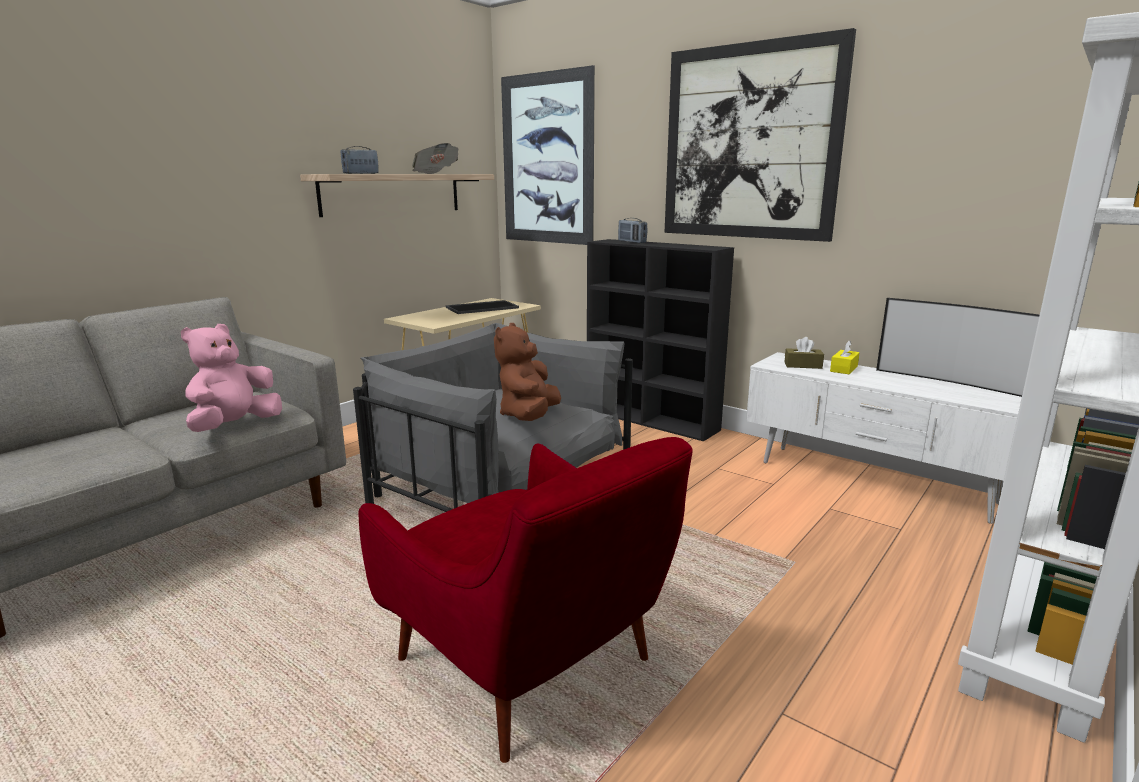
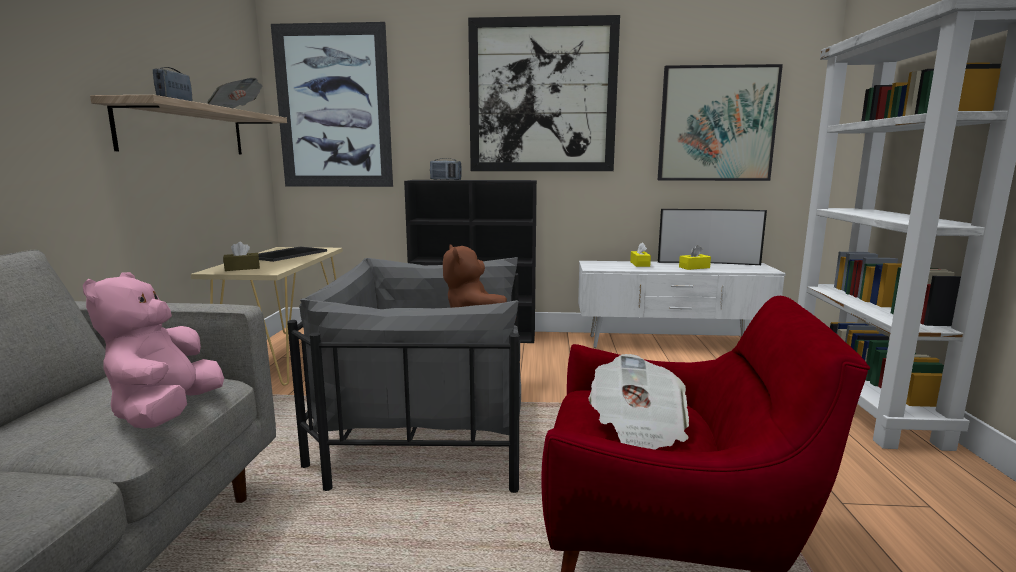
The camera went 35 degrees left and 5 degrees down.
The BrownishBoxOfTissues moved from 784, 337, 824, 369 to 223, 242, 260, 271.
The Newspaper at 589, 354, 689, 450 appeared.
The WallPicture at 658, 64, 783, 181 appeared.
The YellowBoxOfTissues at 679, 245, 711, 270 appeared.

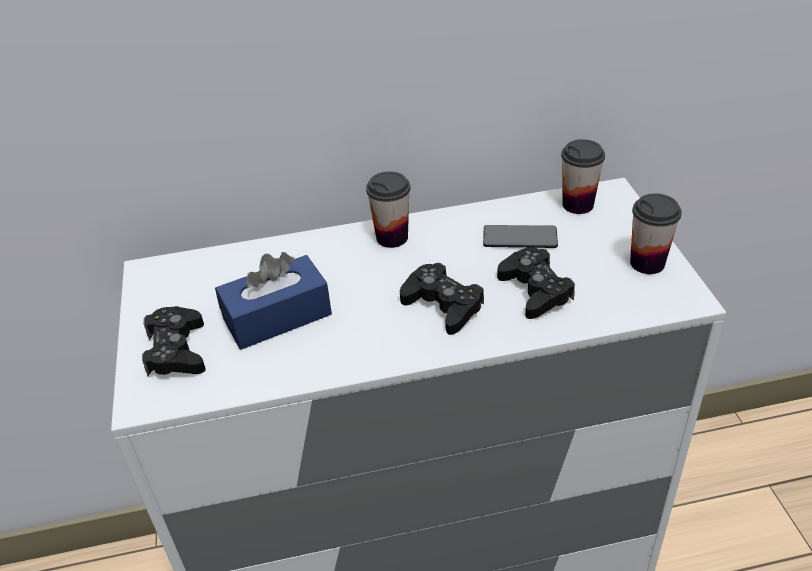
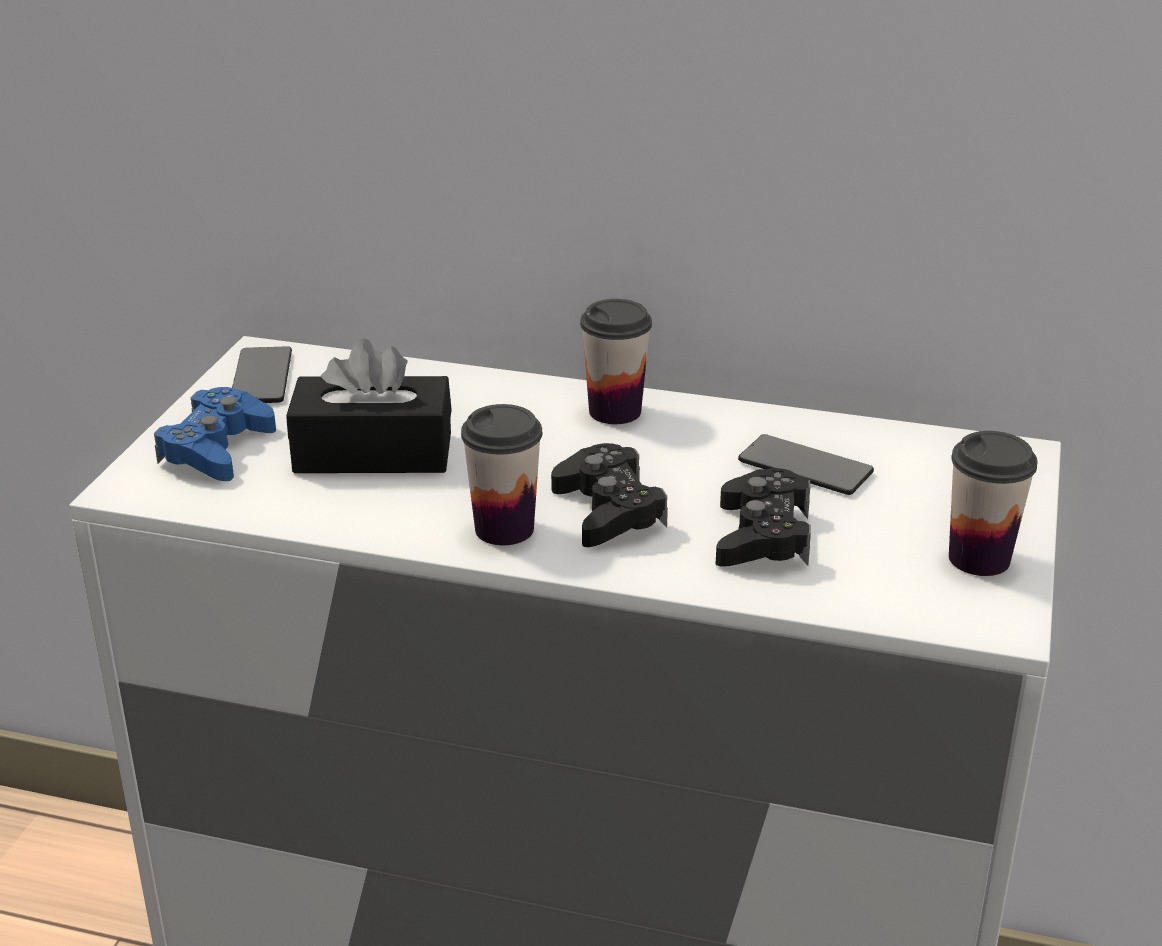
The camera went 25 degrees right and 10 degrees down.
The BlackColouredGameController at 142, 306, 206, 376 became the BlueColouredGameController at 154, 387, 276, 481.
The Phone at 232, 346, 292, 403 appeared.
The BlueColouredBoxOfTissues at 215, 252, 332, 350 became the BlackColouredBoxOfTissues at 286, 339, 452, 473.
The SmallCup moved from 561, 139, 605, 214 to 461, 404, 542, 546.

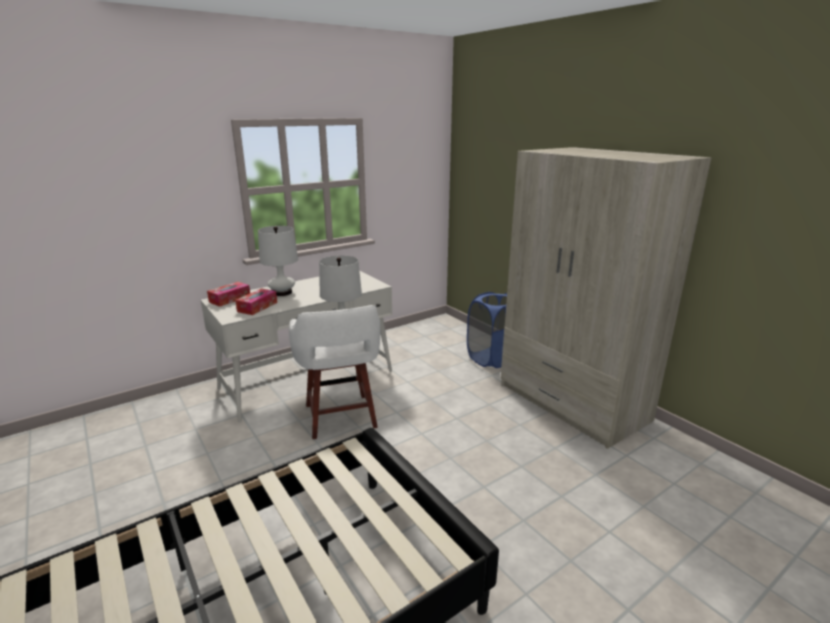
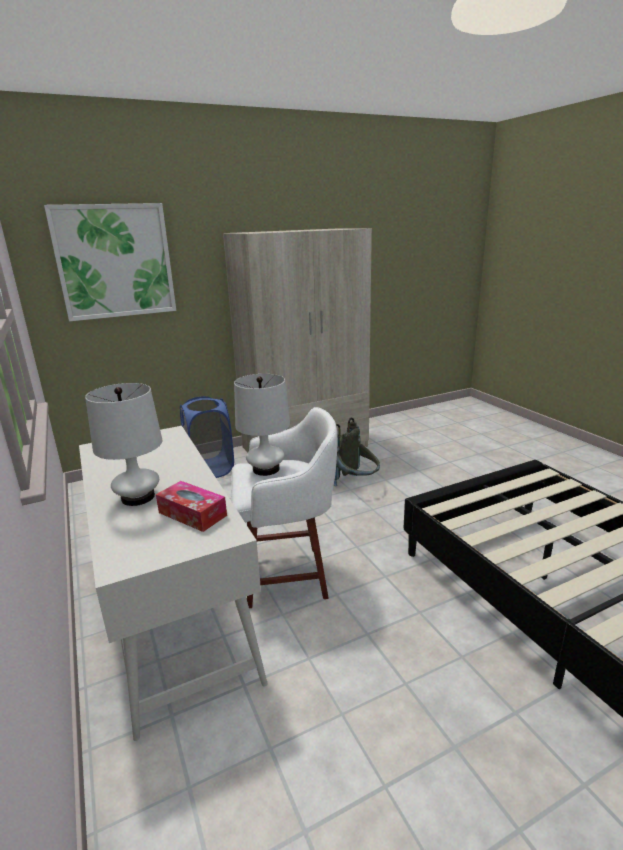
The camera went 80 degrees left and 0 degrees up.
The WallPicture at 44, 203, 176, 322 appeared.
The GreyishBackpack at 334, 418, 380, 486 appeared.
The BoxOfTissues at 207, 282, 250, 307 disappeared.

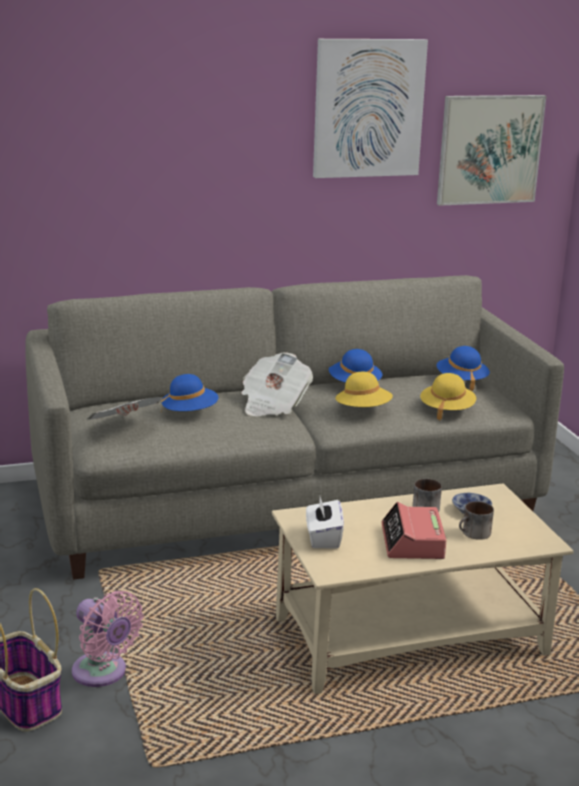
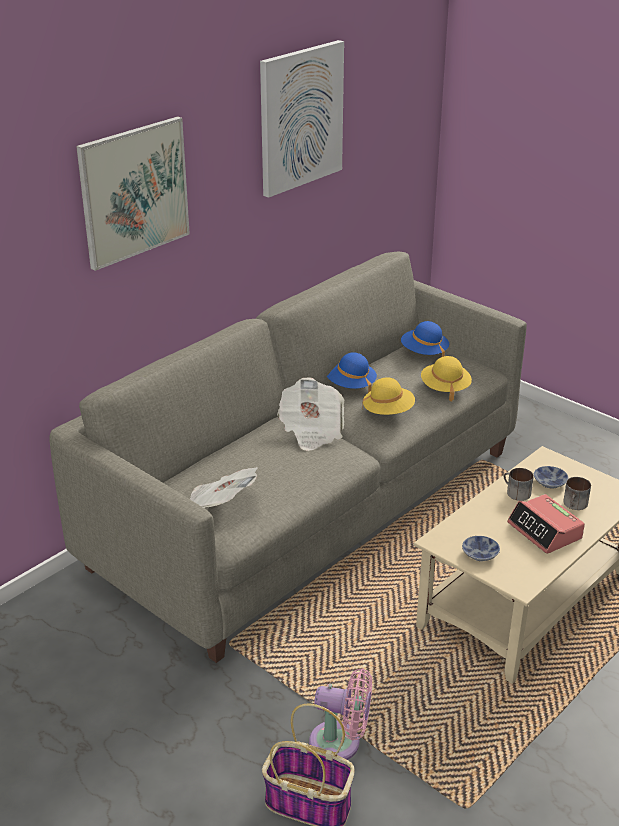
The camera went 30 degrees left and 10 degrees up.
The WallPicture moved from 437, 95, 546, 206 to 76, 116, 190, 271.
The WhiteBoxOfTissues at 306, 497, 344, 548 was replaced by the Bowl at 462, 536, 500, 561.
The BlueColouredWearableHat at 161, 374, 218, 411 disappeared.

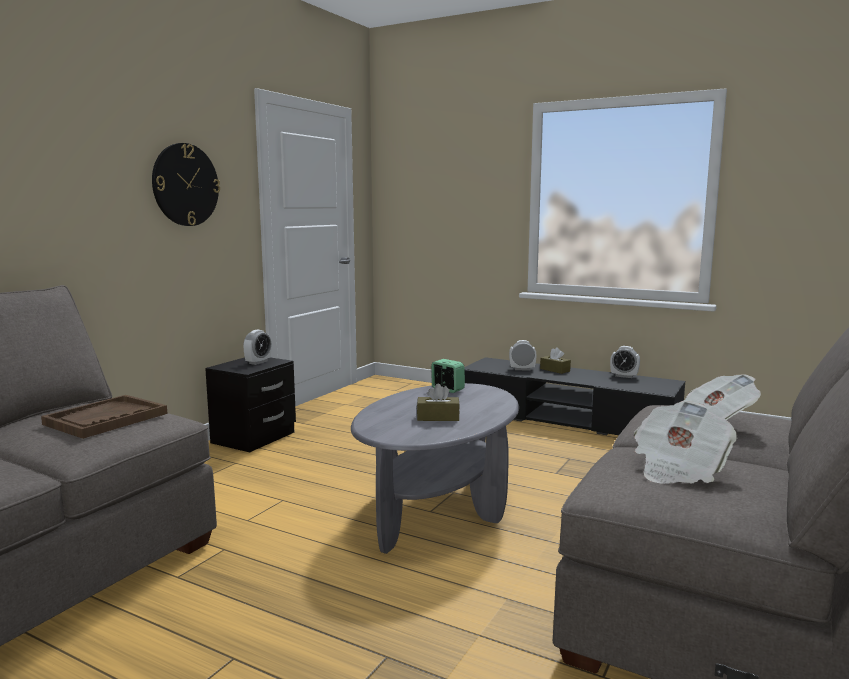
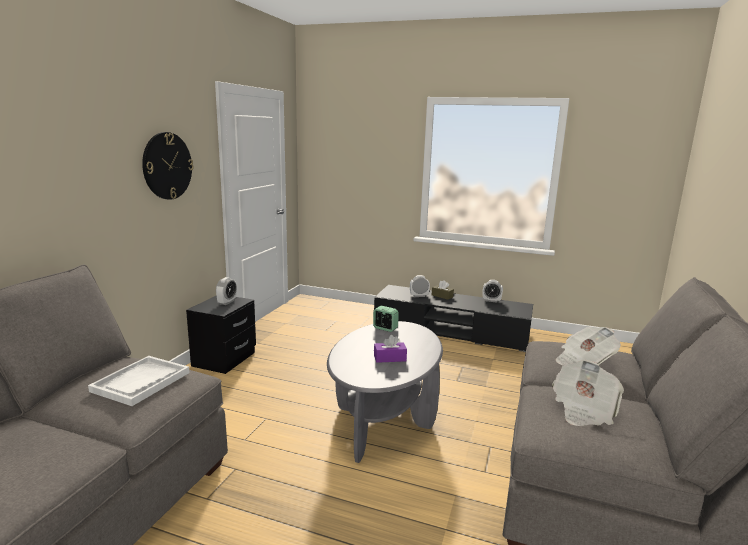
The camera went 10 degrees left and 5 degrees up.
The BrownishCarryingTray at 41, 395, 167, 439 became the WhiteCarryingTray at 88, 356, 190, 406.
The BrownishBoxOfTissues at 417, 383, 460, 421 became the PurpleBoxOfTissues at 374, 335, 407, 363.

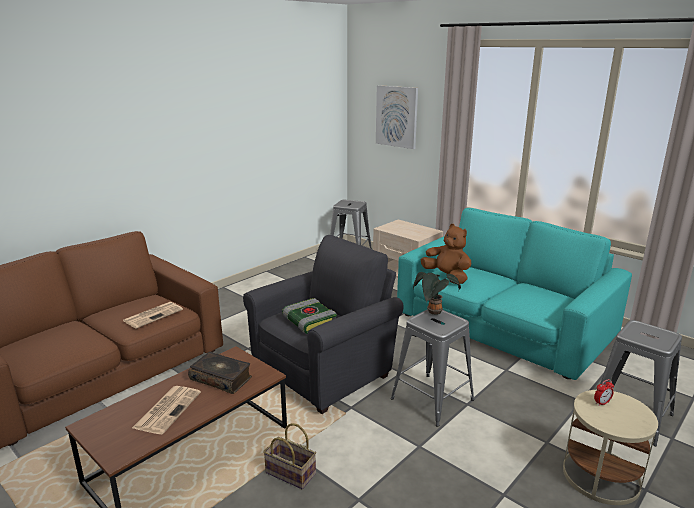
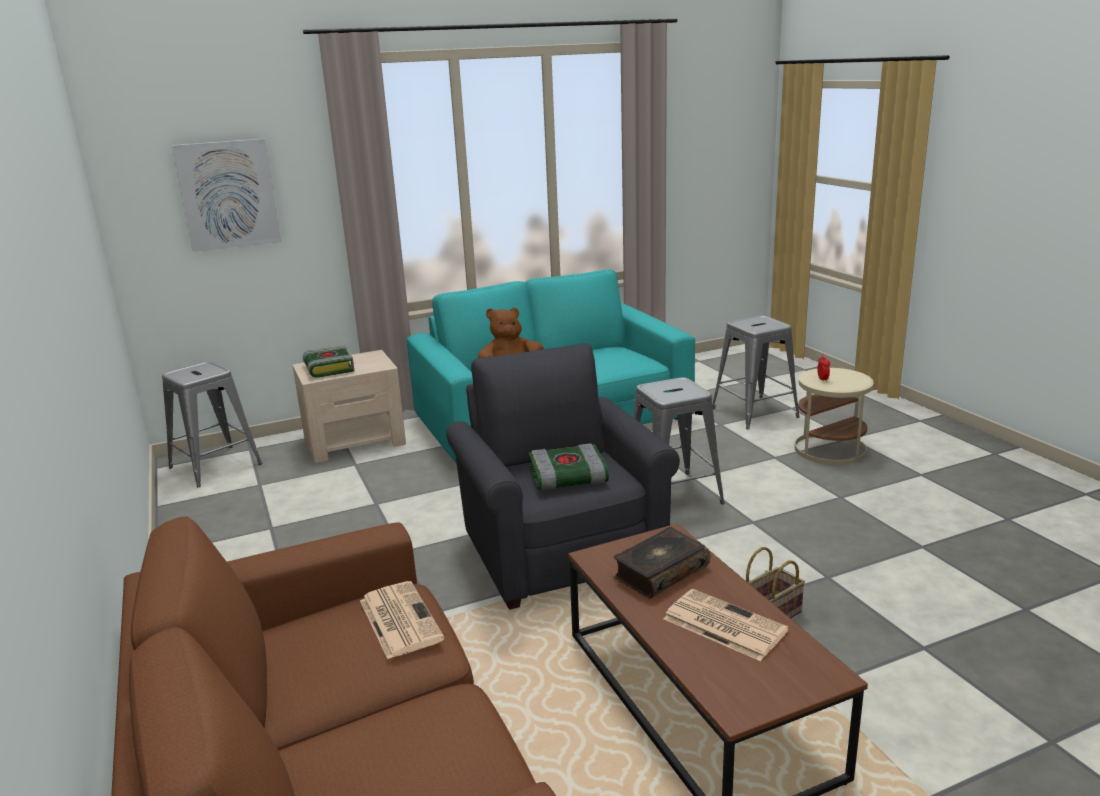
The camera went 65 degrees left and 0 degrees up.
The Volume at 303, 345, 354, 378 appeared.
The Houseplant at 413, 272, 461, 315 disappeared.

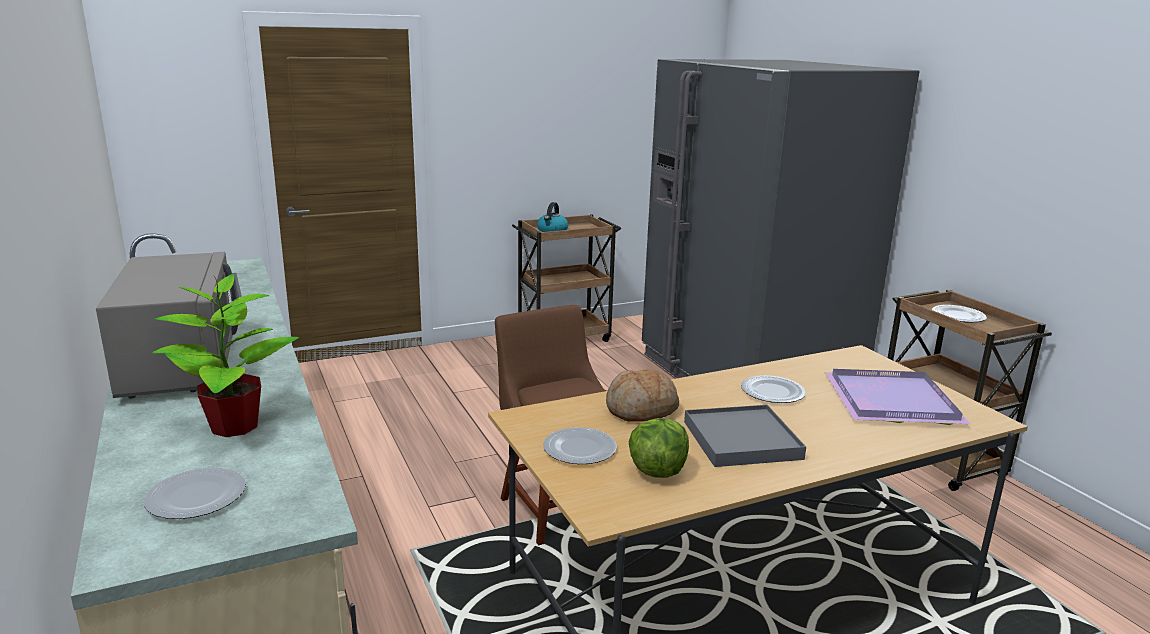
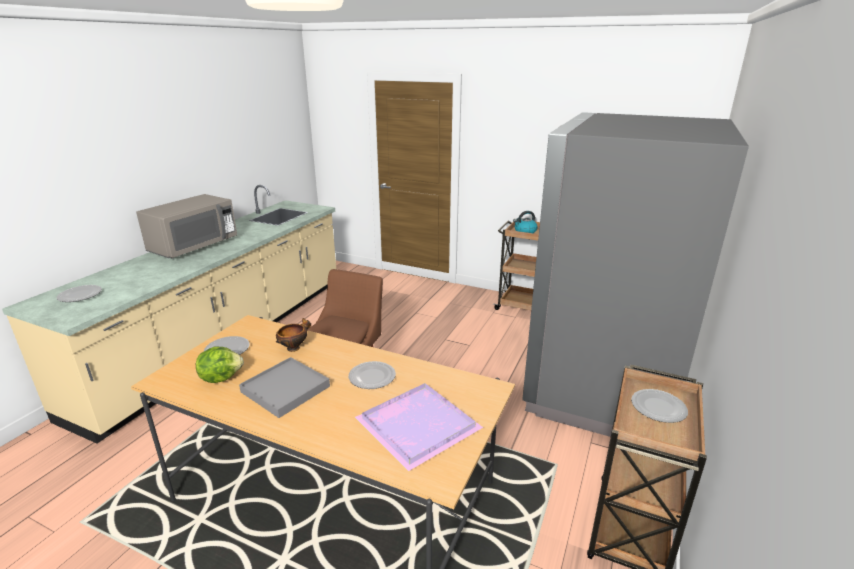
The camera went 50 degrees right and 5 degrees up.
The Bread at 606, 369, 679, 422 was replaced by the Bowl at 276, 318, 311, 352.
The Houseplant at 152, 274, 299, 437 disappeared.

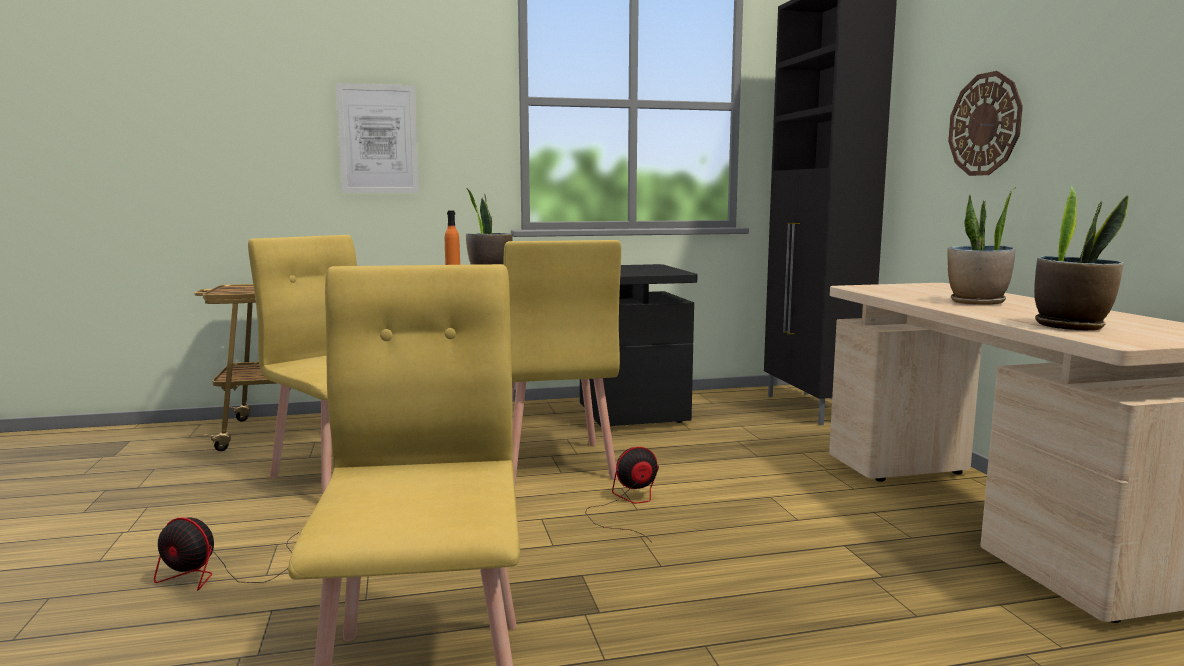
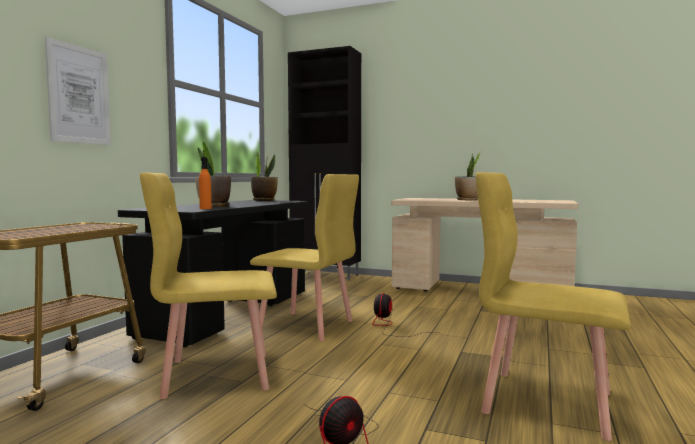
The camera went 55 degrees left and 5 degrees down.
The Houseplant moved from 1034, 186, 1129, 331 to 251, 152, 278, 201.
The HangingClock at 948, 71, 1023, 176 disappeared.

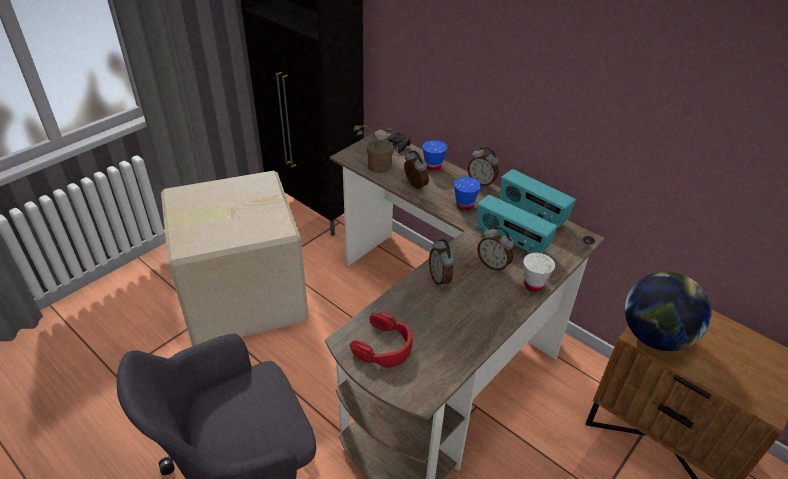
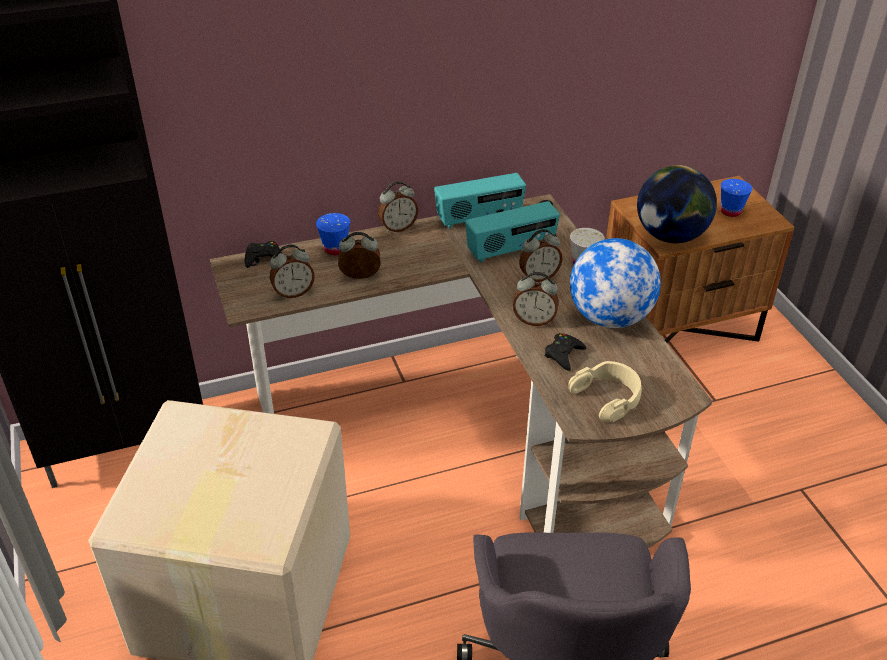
The camera went 60 degrees left and 0 degrees up.
The Houseplant at 354, 125, 394, 173 was replaced by the AlarmClock at 270, 245, 315, 298.
The BlackColouredGameController at 544, 333, 586, 371 appeared.
The RedHeadset at 350, 312, 413, 368 became the SandColouredHeadset at 568, 361, 642, 423.
The Globe at 570, 238, 661, 328 appeared.
The BlueColouredSmallCup moved from 454, 177, 481, 210 to 721, 179, 752, 217.

